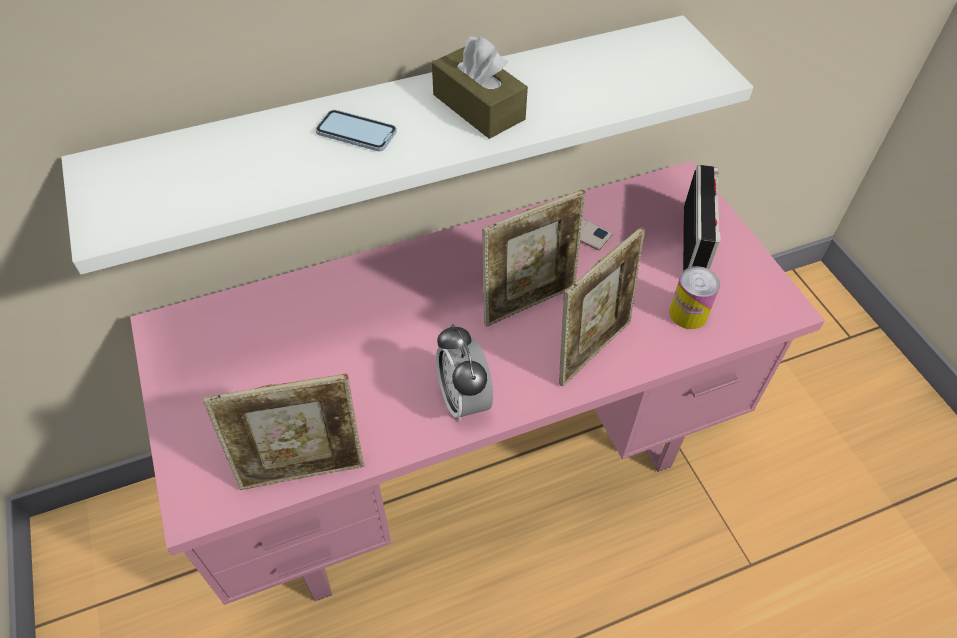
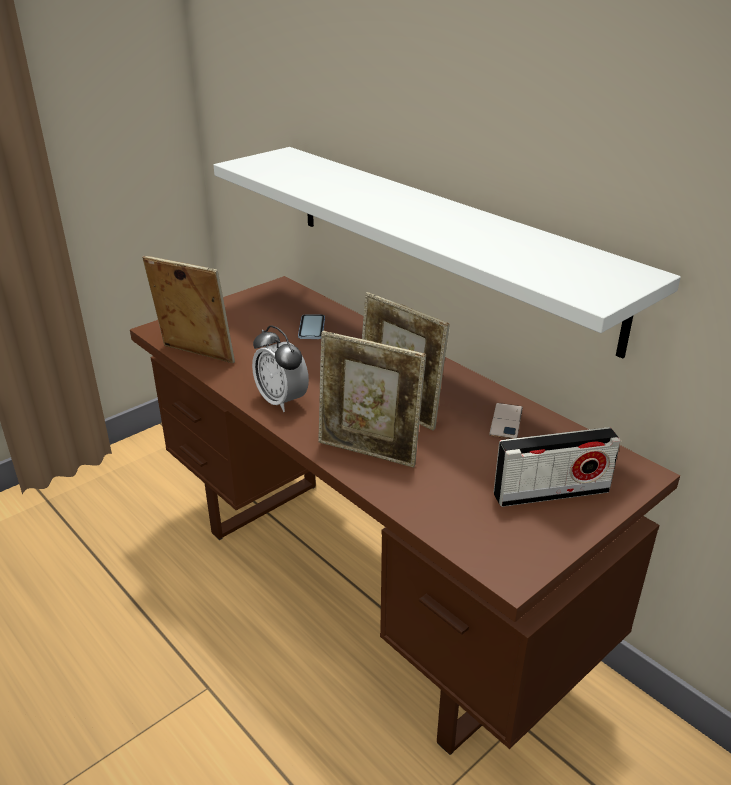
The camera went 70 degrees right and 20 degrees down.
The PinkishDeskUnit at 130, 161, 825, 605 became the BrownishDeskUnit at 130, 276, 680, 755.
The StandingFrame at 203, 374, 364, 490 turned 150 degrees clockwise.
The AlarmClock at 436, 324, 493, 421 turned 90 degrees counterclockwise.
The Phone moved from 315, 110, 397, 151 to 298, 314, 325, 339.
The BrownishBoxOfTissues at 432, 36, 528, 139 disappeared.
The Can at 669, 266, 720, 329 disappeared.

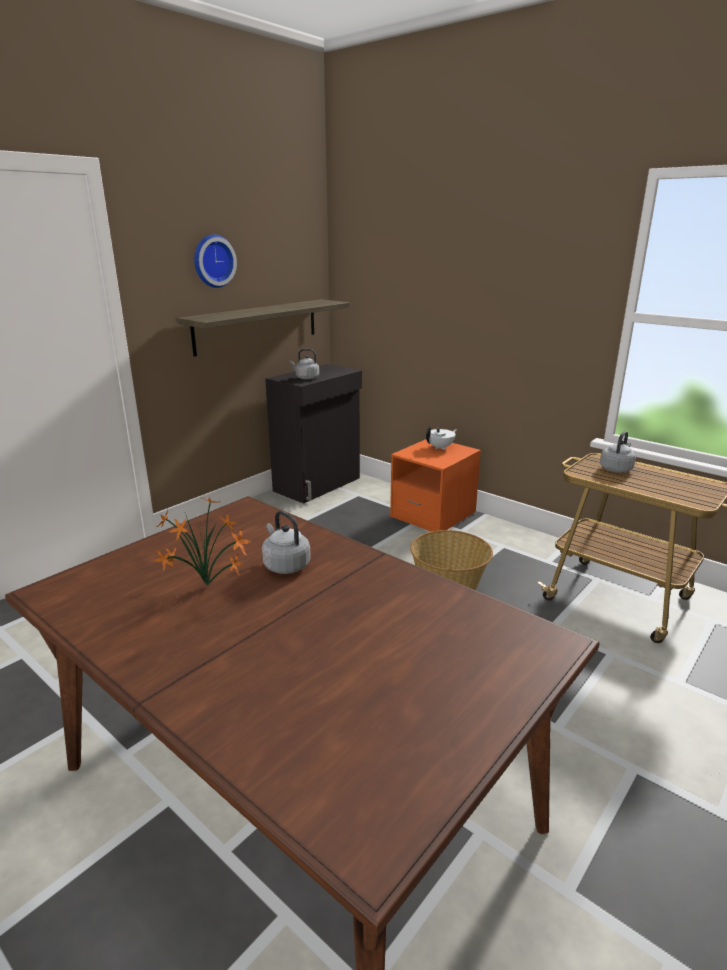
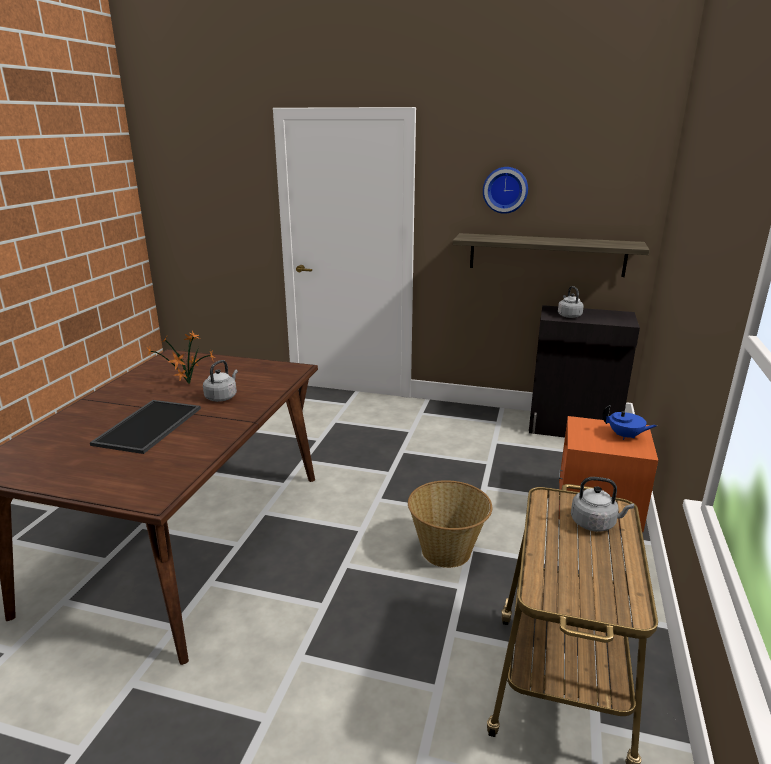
The camera went 65 degrees right and 0 degrees up.
The CarryingTray at 90, 400, 201, 454 appeared.
The WhitePotForTea at 426, 427, 457, 450 became the BlueColouredPotForTea at 602, 405, 657, 440.

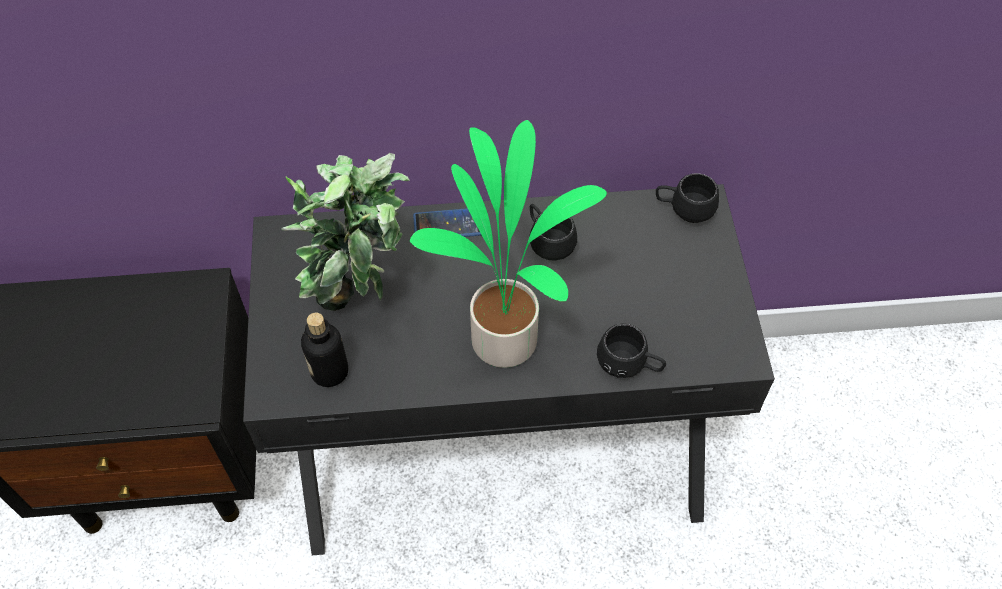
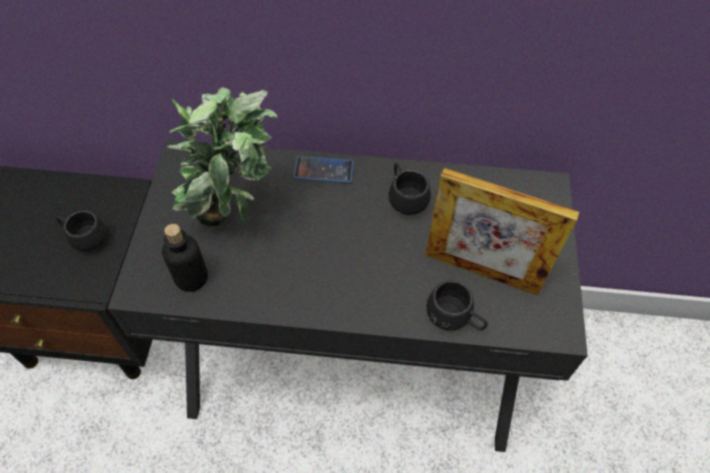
The camera went 10 degrees right and 0 degrees up.
The BlackColouredCoffeeMug moved from 656, 173, 719, 223 to 56, 211, 106, 251.
The StandingFrame at 425, 168, 579, 295 appeared.
The Houseplant at 410, 120, 607, 368 disappeared.

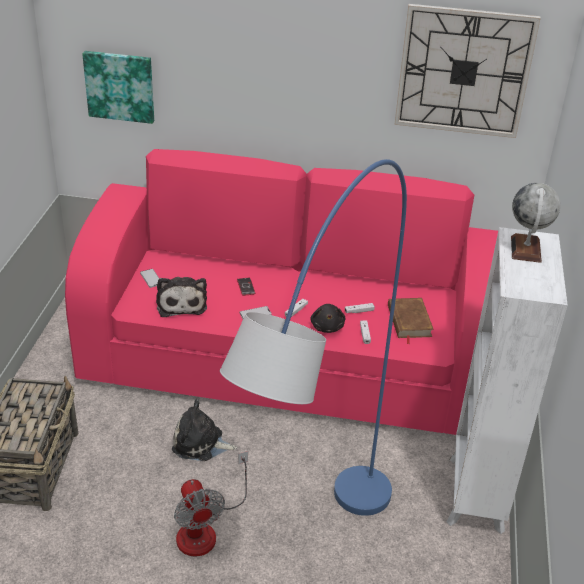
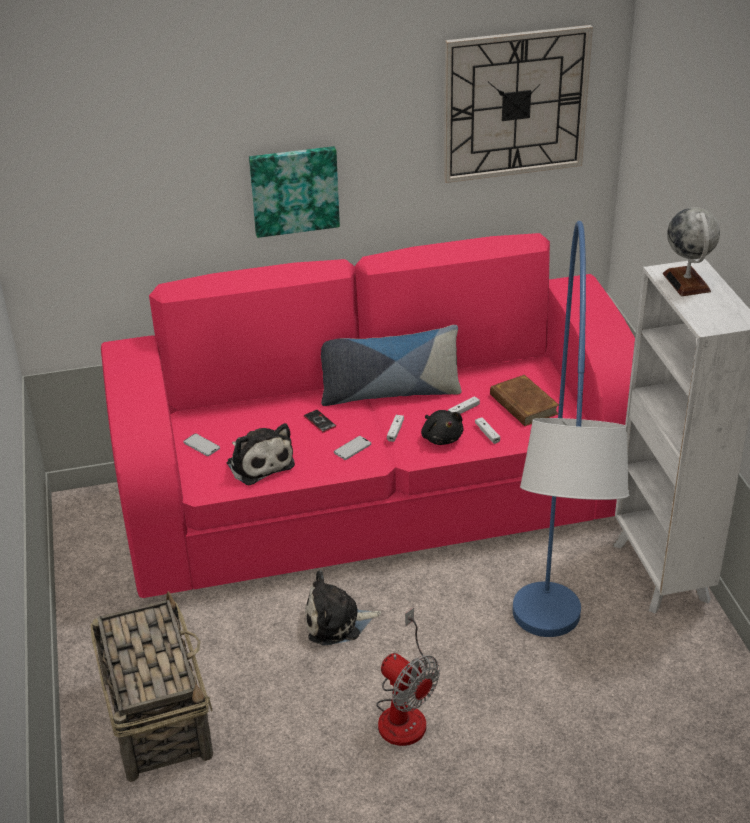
The camera went 20 degrees left and 0 degrees up.
The WallPicture moved from 82, 51, 154, 124 to 249, 146, 340, 238.
The Cushion at 321, 325, 462, 406 appeared.

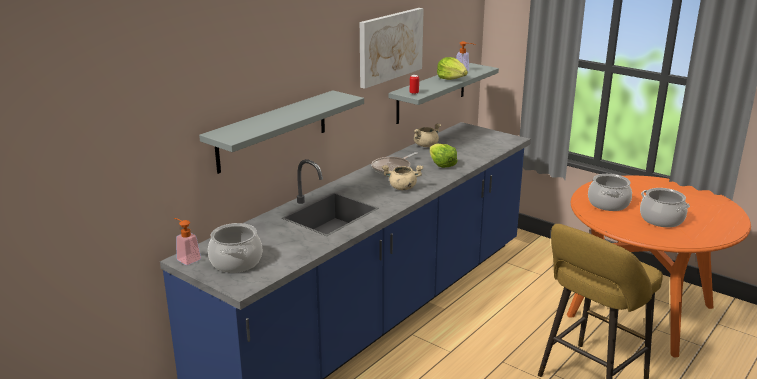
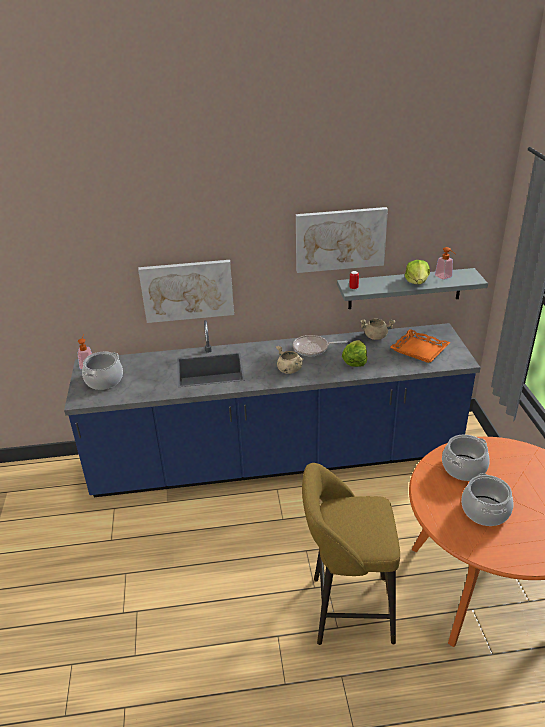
The camera went 45 degrees right and 10 degrees up.
The GreyishShelf at 199, 90, 364, 174 was replaced by the WallPicture at 138, 260, 234, 323.
The OrangeyCarryingTray at 390, 329, 451, 363 appeared.

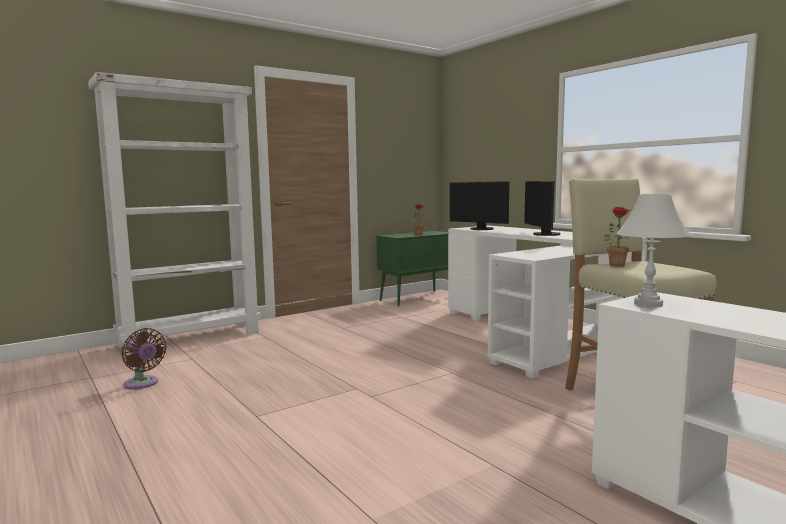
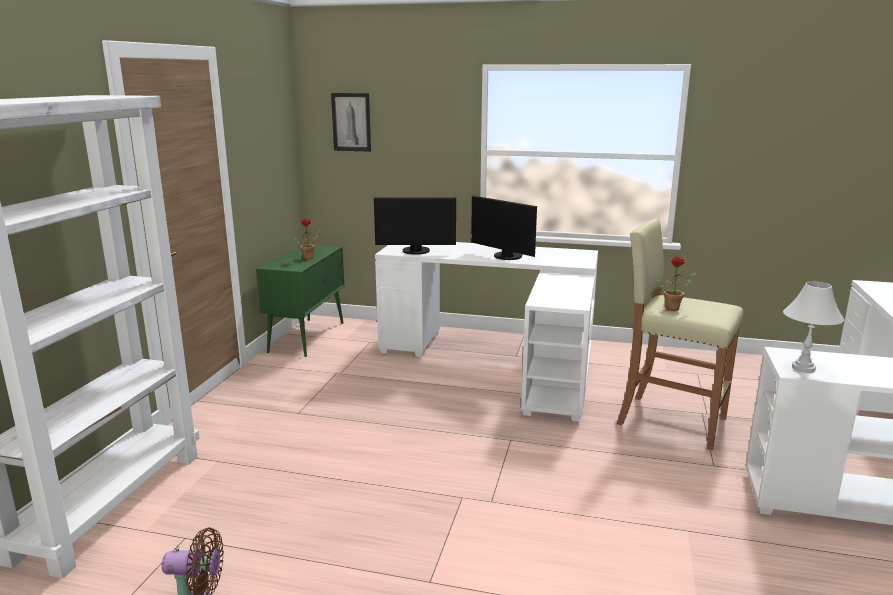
The camera went 40 degrees left and 10 degrees up.
The WallPicture at 331, 93, 371, 152 appeared.

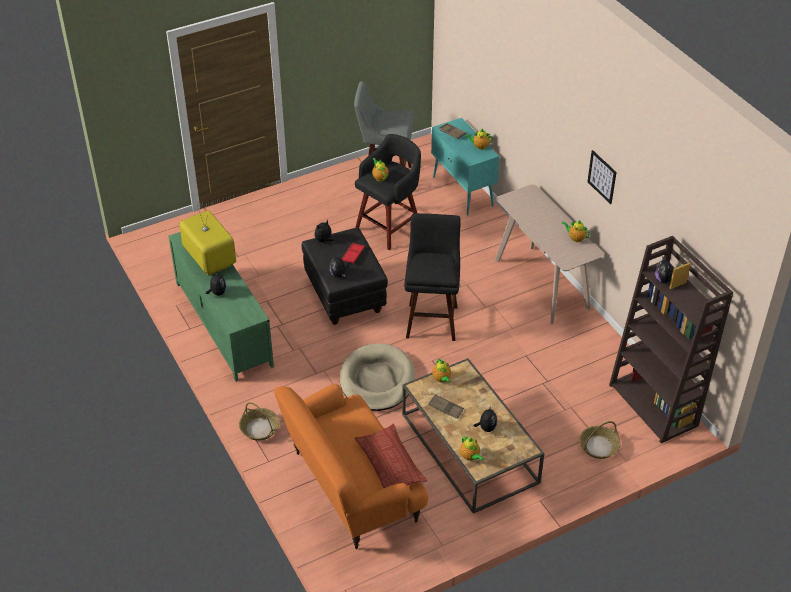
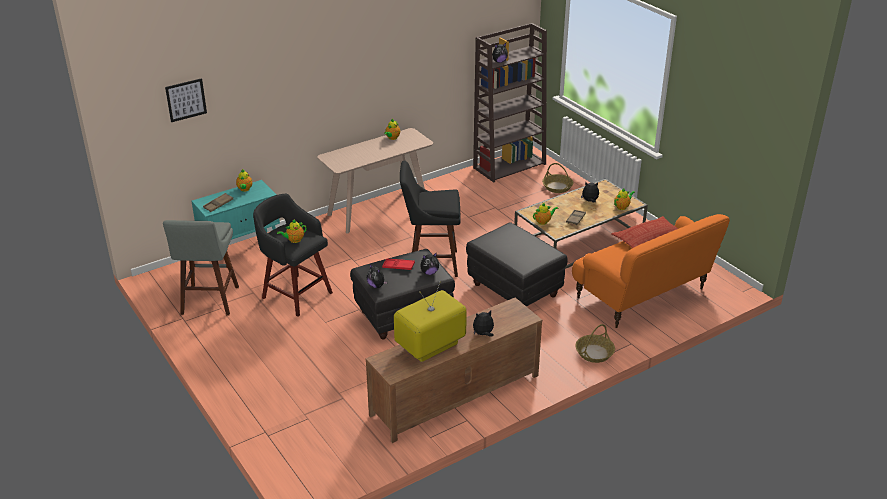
The camera went 95 degrees left and 10 degrees down.
The WallPicture moved from 587, 150, 616, 204 to 165, 78, 207, 122.
The GreenTvUnit at 168, 232, 274, 382 became the BrownishTvUnit at 366, 298, 542, 443.
The SandColouredDogBed at 340, 343, 415, 411 was replaced by the BlackColouredPouffe at 466, 222, 568, 307.

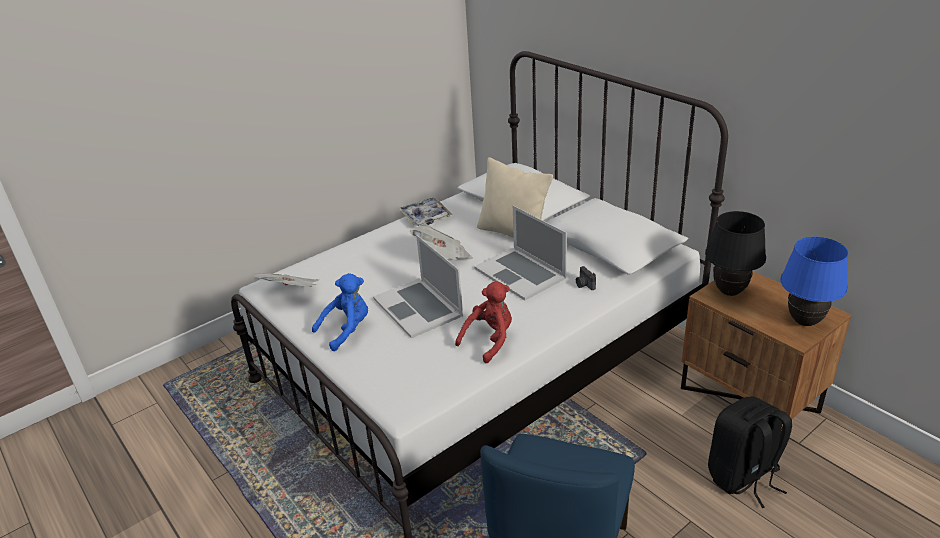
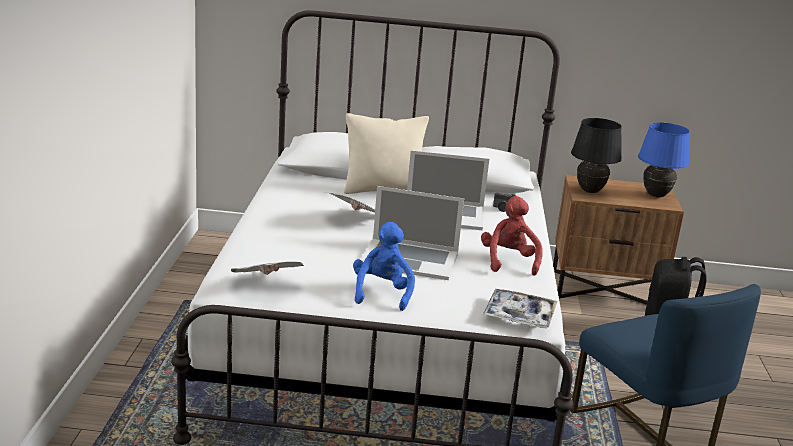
The camera went 50 degrees left and 10 degrees down.
The CarryingTray moved from 399, 197, 453, 226 to 483, 289, 558, 328.

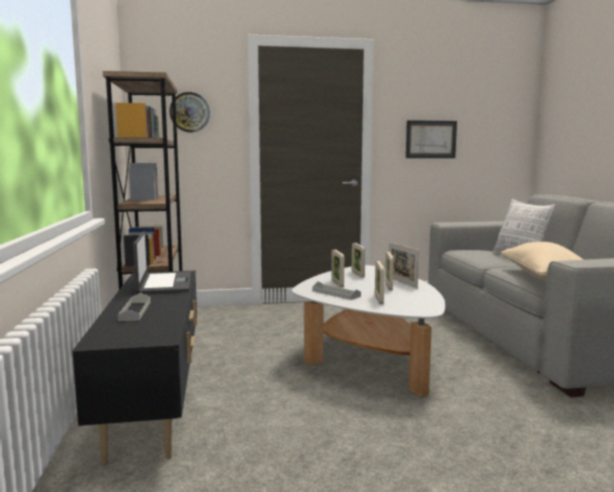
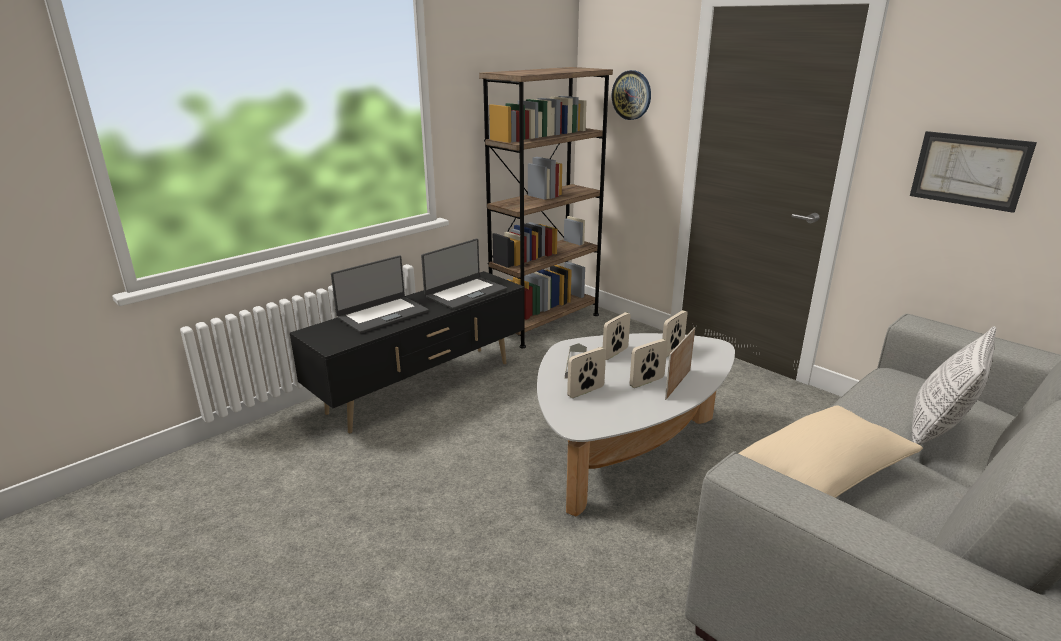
The camera went 55 degrees right and 15 degrees up.
The GreyishCarryingTray at 118, 293, 150, 321 was replaced by the PortableComputer at 331, 256, 429, 334.

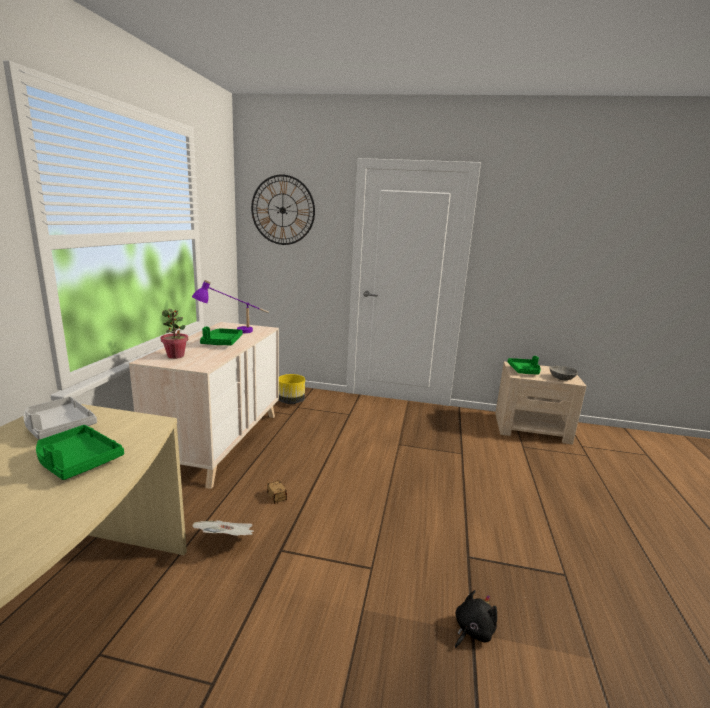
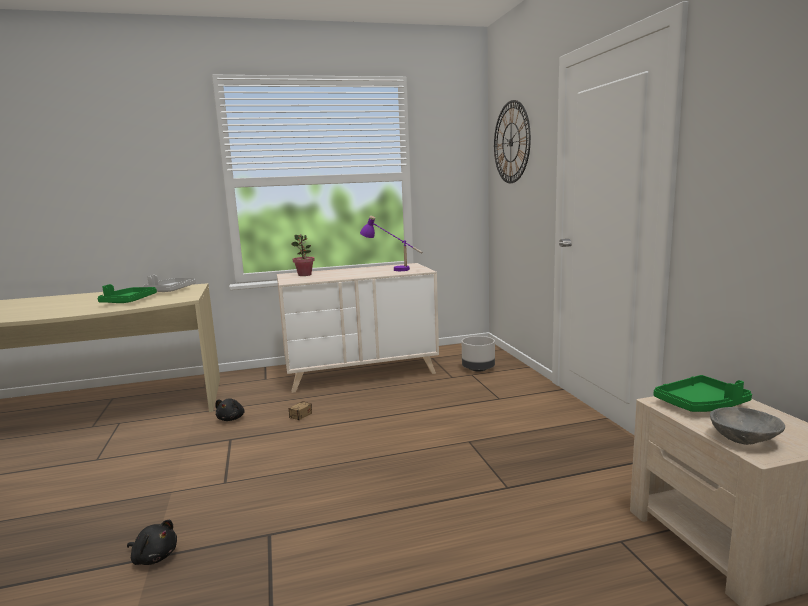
The camera went 65 degrees right and 5 degrees down.
The Newspaper at 193, 520, 254, 536 was replaced by the BlackColouredSoftToy at 215, 398, 244, 421.
The YellowPlanter at 279, 374, 305, 404 became the GreyishPlanter at 462, 336, 495, 372.
The GreenCarryingTray at 200, 327, 243, 345 disappeared.

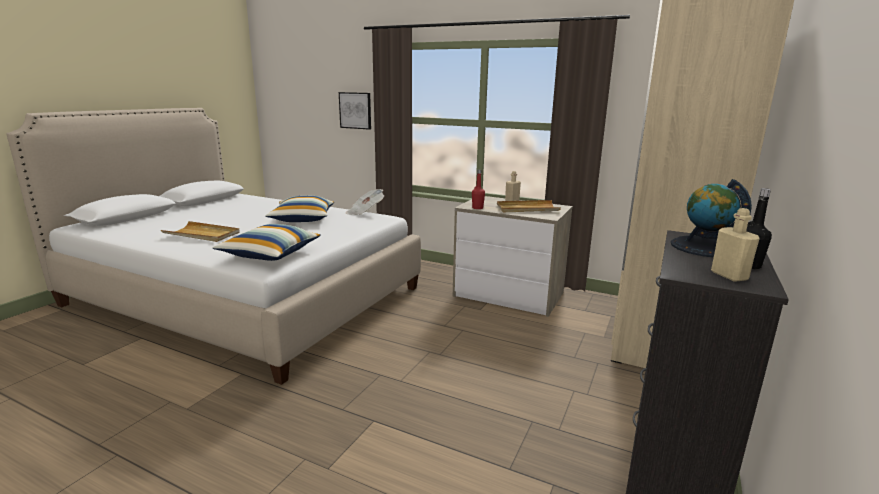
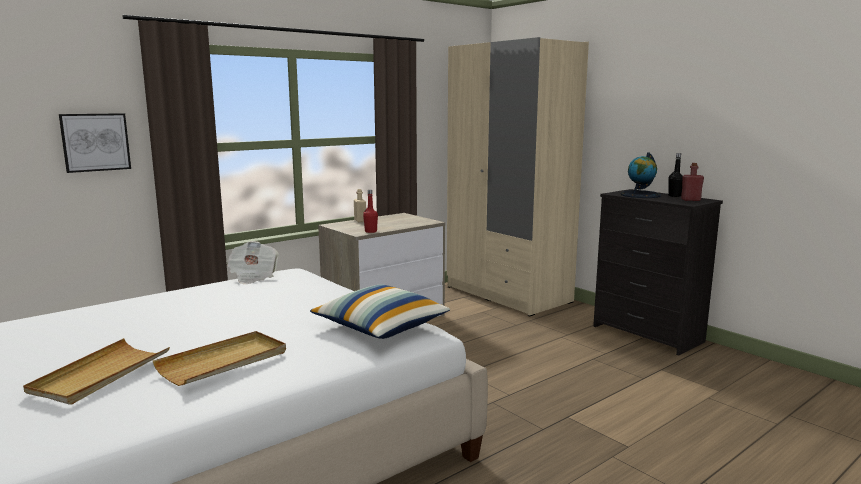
The camera went 65 degrees left and 5 degrees down.
The SandColouredCarryingTray moved from 497, 200, 561, 212 to 23, 338, 170, 405.
The SandColouredBottle at 711, 208, 760, 282 became the RedBottle at 681, 163, 704, 201.
The Cushion at 265, 196, 334, 222 disappeared.

